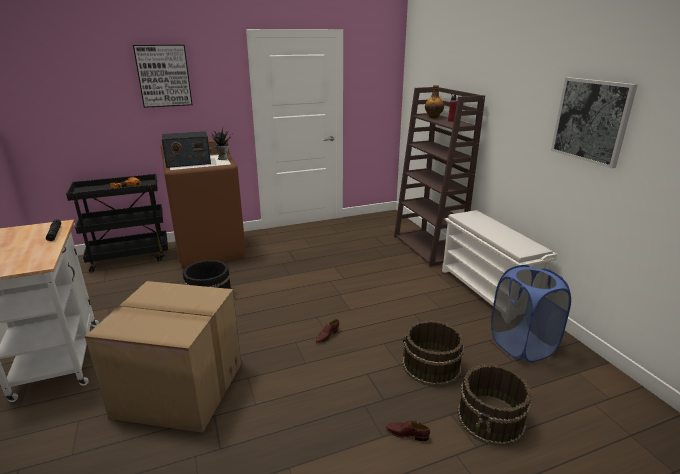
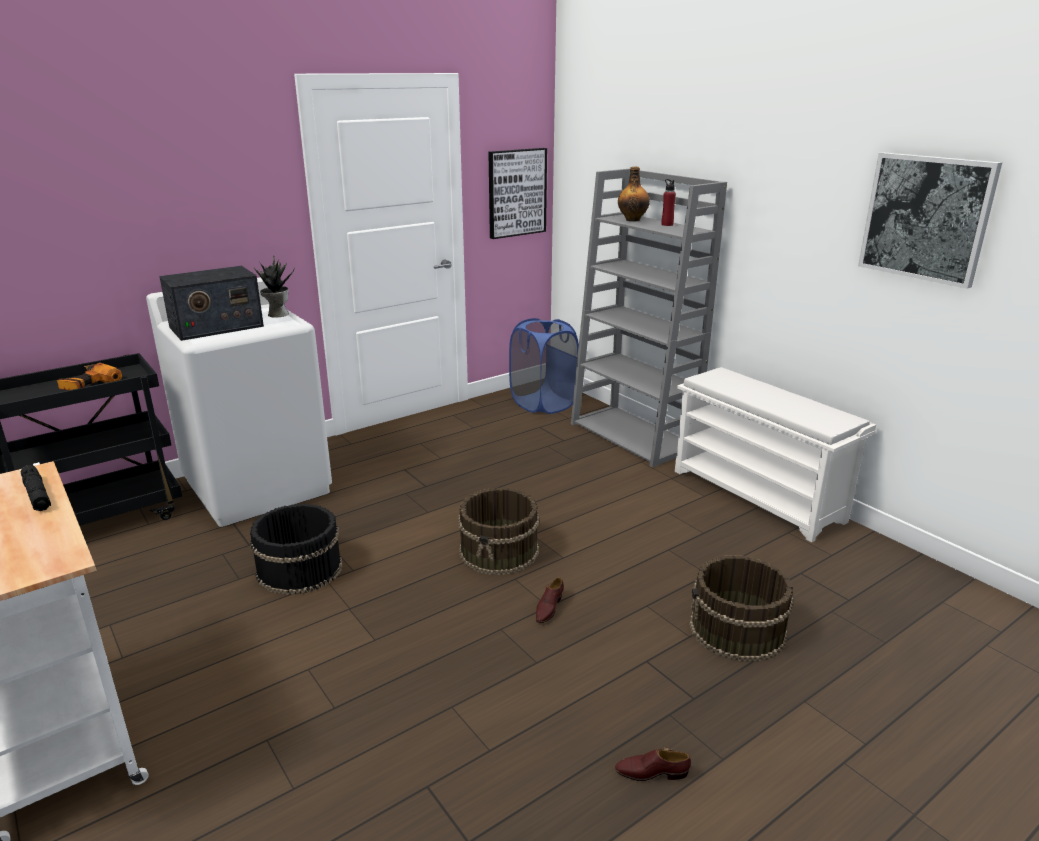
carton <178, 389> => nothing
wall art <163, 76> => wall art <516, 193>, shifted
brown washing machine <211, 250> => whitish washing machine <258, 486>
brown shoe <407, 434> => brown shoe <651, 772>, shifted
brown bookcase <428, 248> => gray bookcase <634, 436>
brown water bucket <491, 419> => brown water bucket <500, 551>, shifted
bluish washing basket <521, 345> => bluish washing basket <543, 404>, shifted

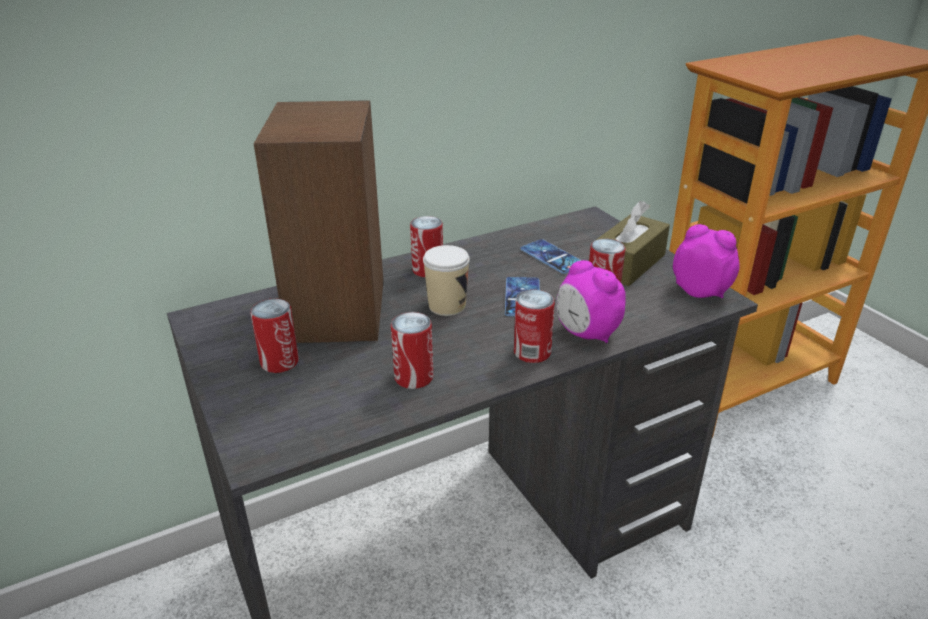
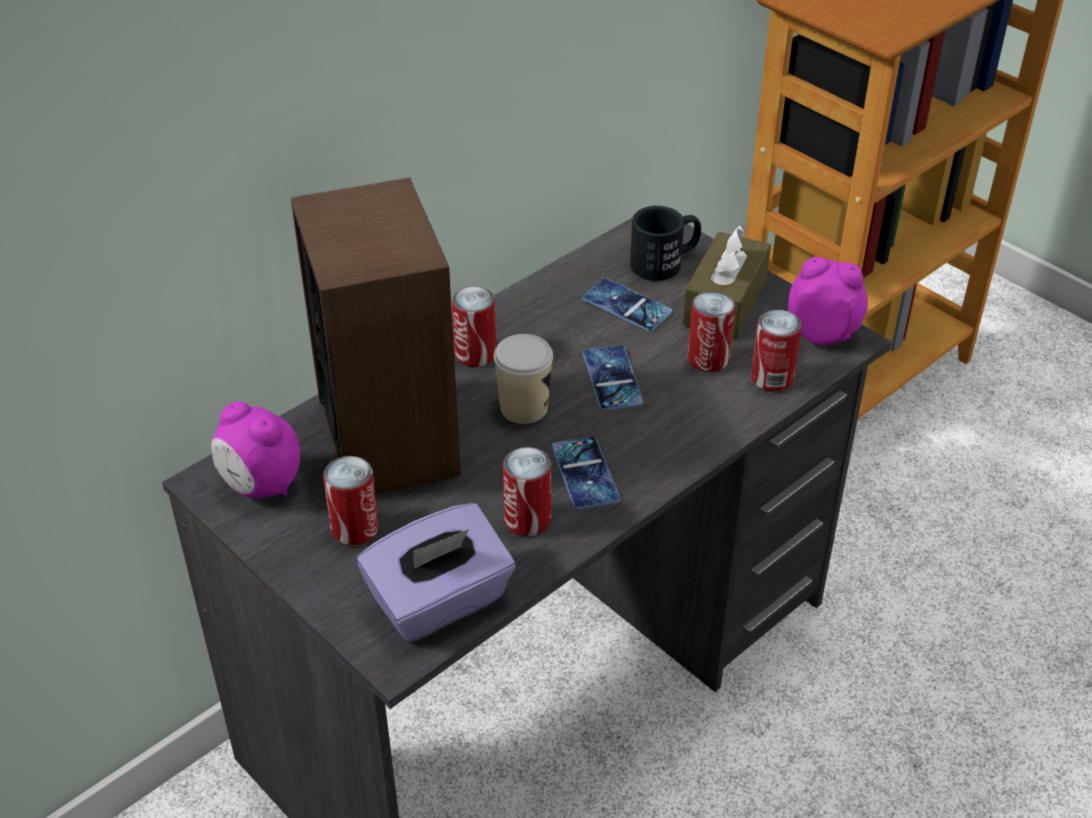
metal can <532, 352> => metal can <772, 378>, shifted
alarm clock <586, 334> => alarm clock <261, 486>, shifted
nothing => purple tissue box <440, 602>
nothing => telephone <585, 473>
nothing => black-coloured mug <665, 262>

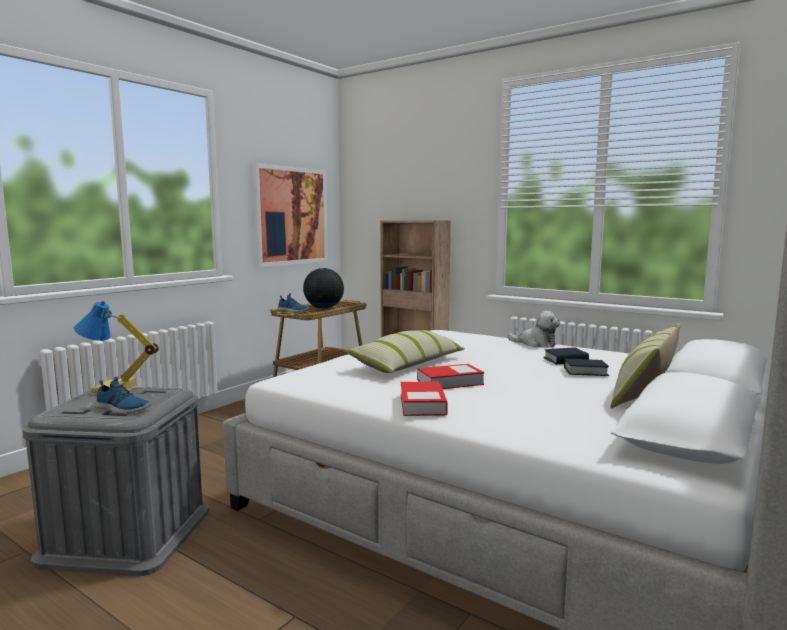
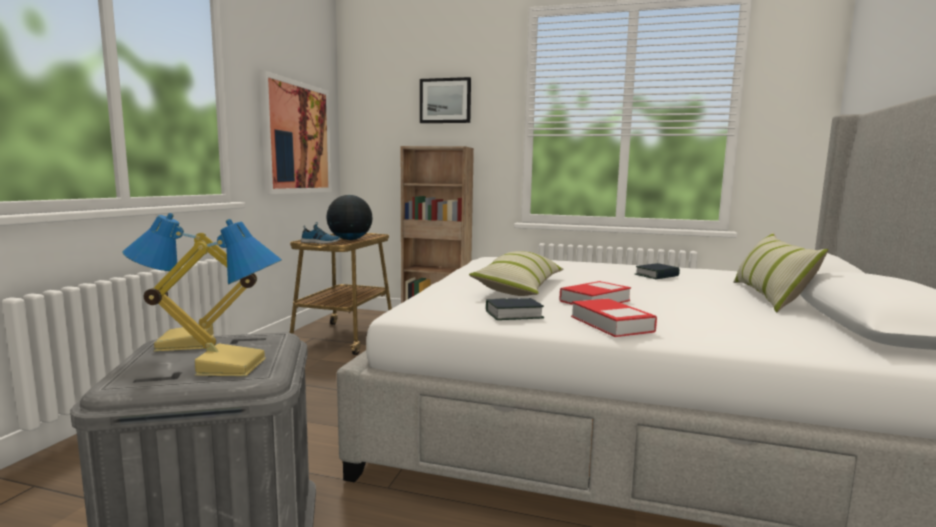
shoe <121, 408> => tabletop lamp <231, 365>
cuddly toy <536, 344> => nothing
volume <585, 372> => volume <513, 315>, shifted
nothing => wall art <445, 101>

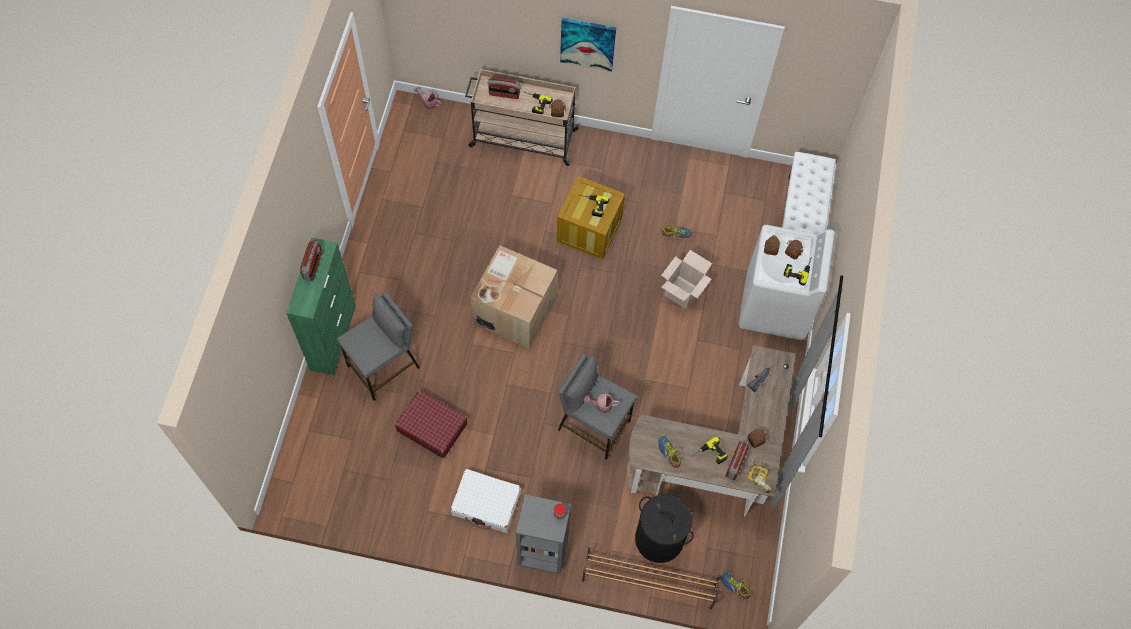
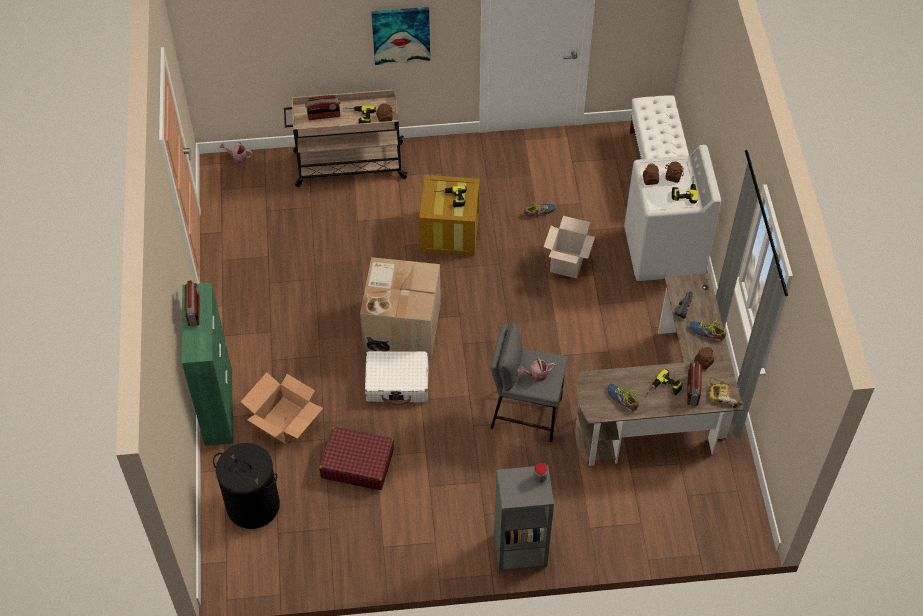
gray stool seat <384, 367> => carton <285, 420>
whitish travel case <486, 504> => whitish travel case <397, 383>, shifted
brown shoe rack <648, 582> => nothing
black-coloured washing basket <659, 538> => black-coloured washing basket <253, 505>, shifted
shoe <734, 586> => shoe <706, 332>, shifted

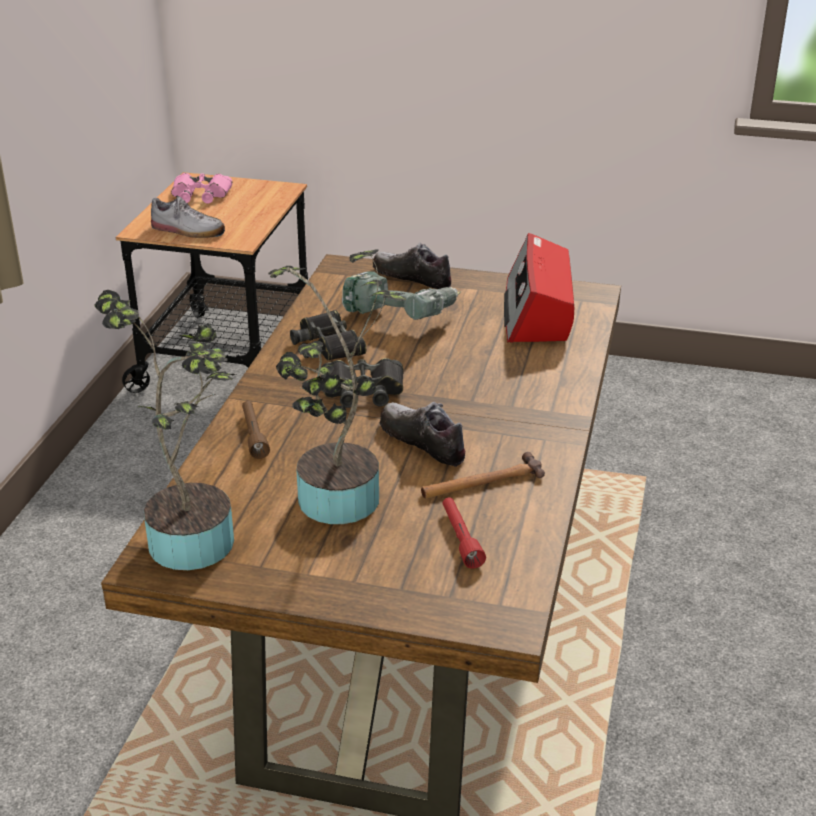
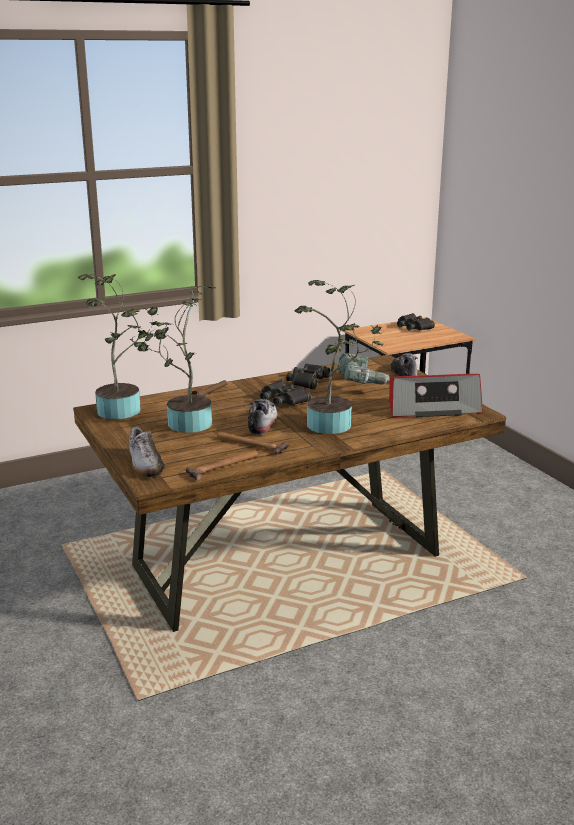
shoe <187, 230> => shoe <145, 463>, shifted
pink field glasses <201, 194> => black-coloured field glasses <414, 327>
red flashlight <460, 538> => nothing
radio <537, 311> => radio <432, 407>, 150 degrees counterclockwise
nothing => hand hammer <224, 466>
nothing => houseplant <334, 425>

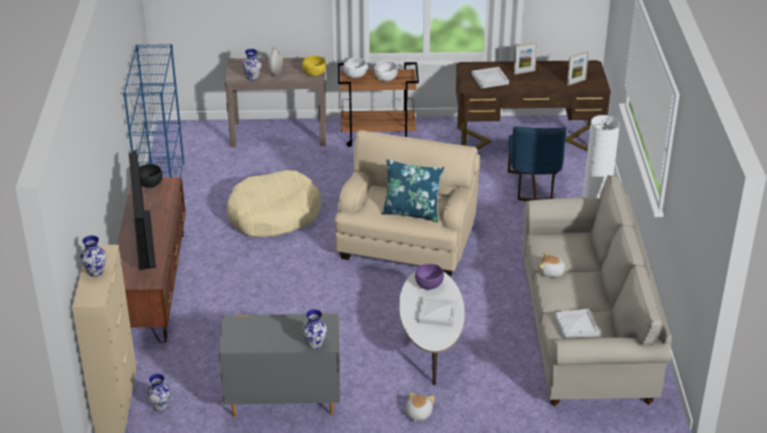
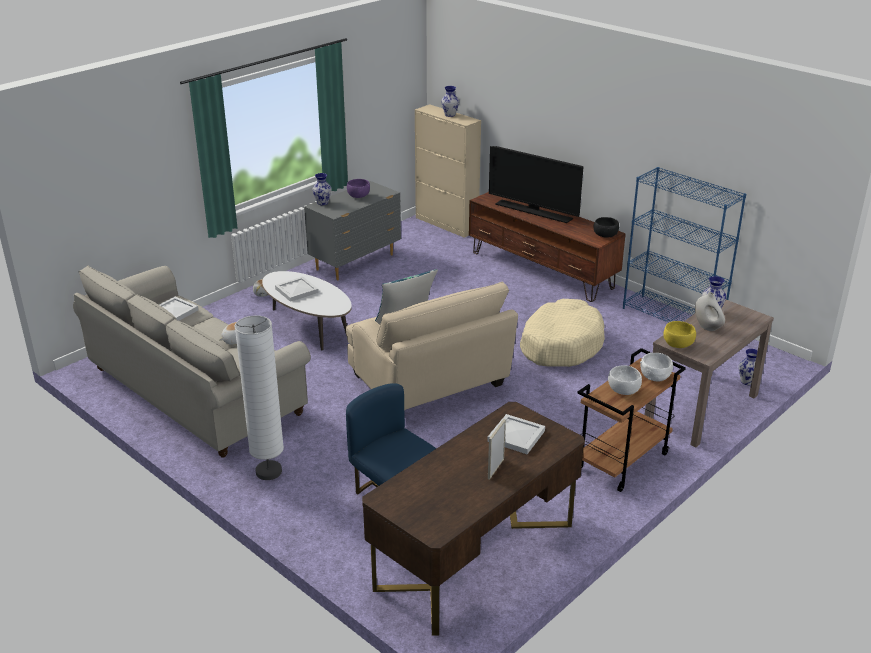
flower vase <160, 406> => flower vase <747, 381>, shifted
purple serving bowl <429, 285> => purple serving bowl <358, 196>, shifted
standing frame <576, 82> => nothing

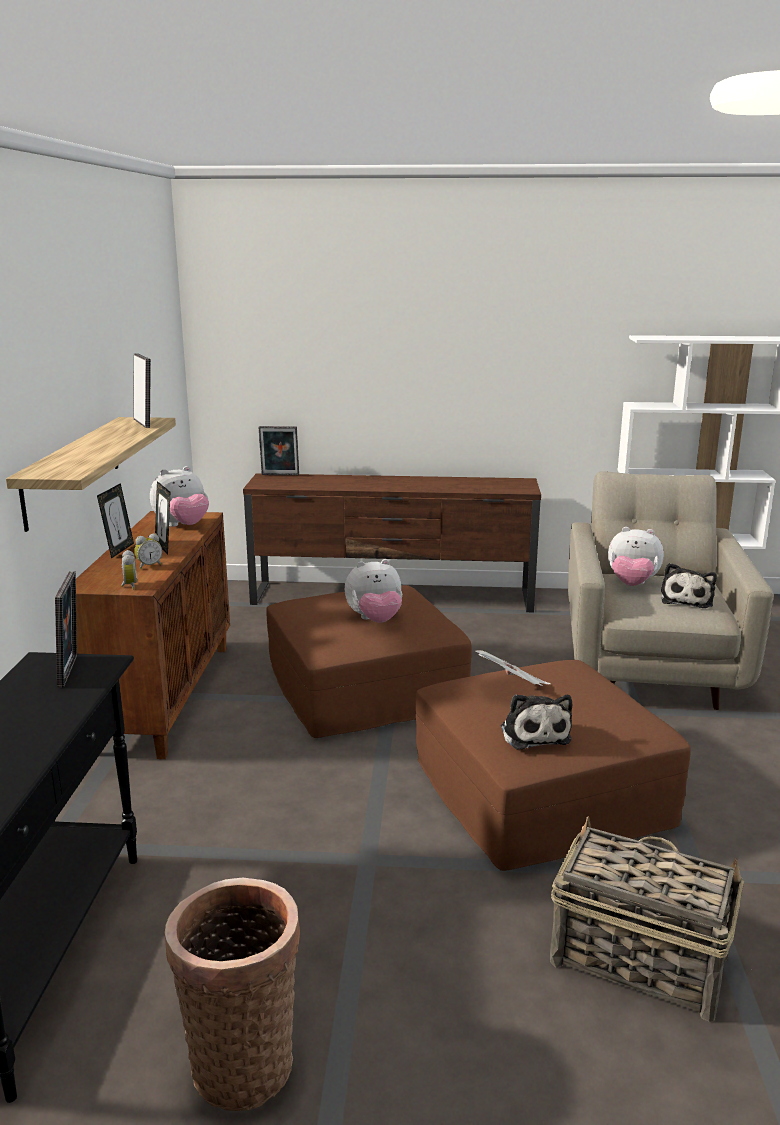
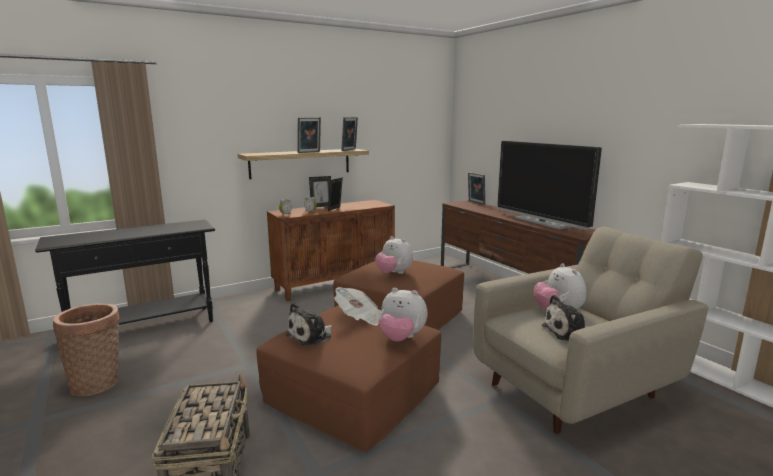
standing frame <72, 671> => standing frame <309, 152>, shifted
cuddly toy <182, 526> => cuddly toy <401, 338>, shifted
nothing => TV <542, 222>

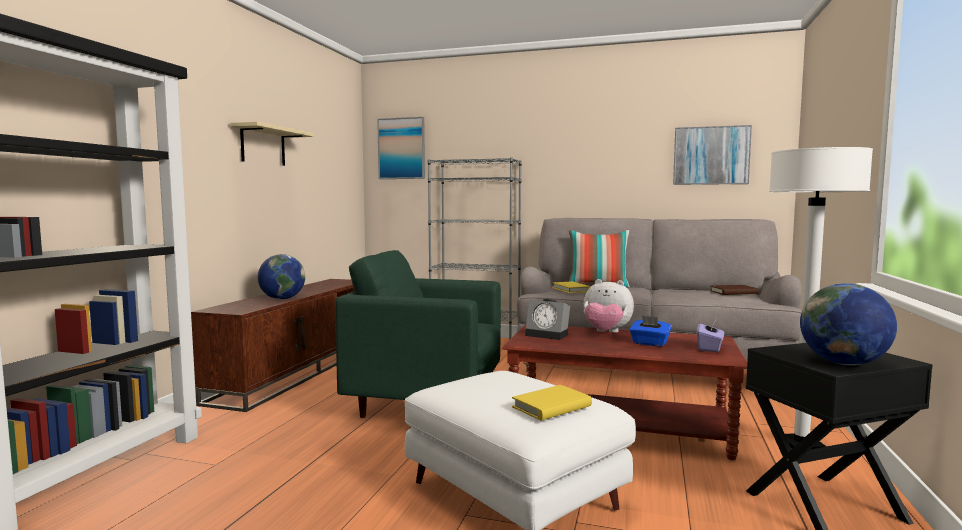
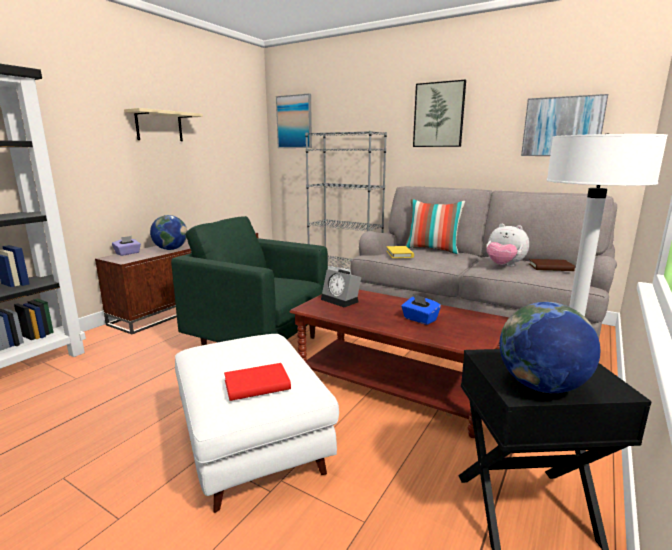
yellow volume <552, 407> => red volume <257, 385>
cuddly toy <606, 333> => cuddly toy <504, 266>, shifted
purple tissue box <709, 348> => purple tissue box <128, 253>, shifted
nothing => wall art <439, 115>

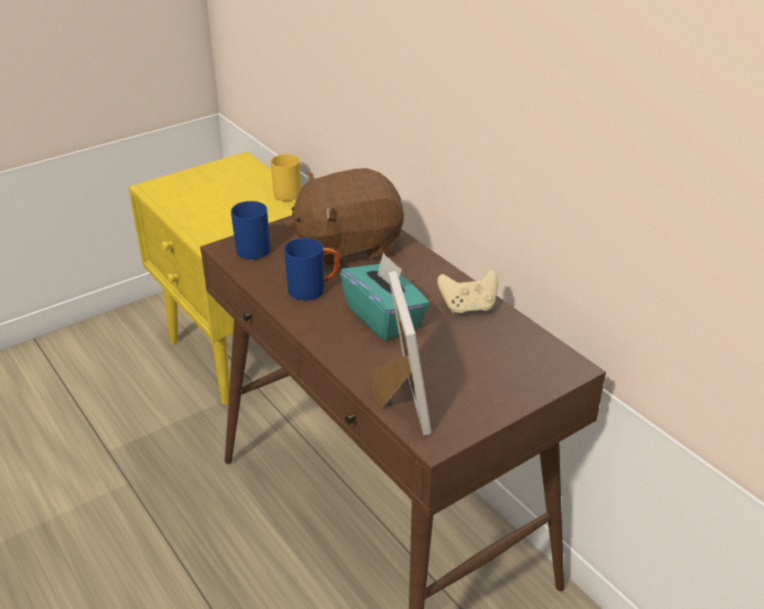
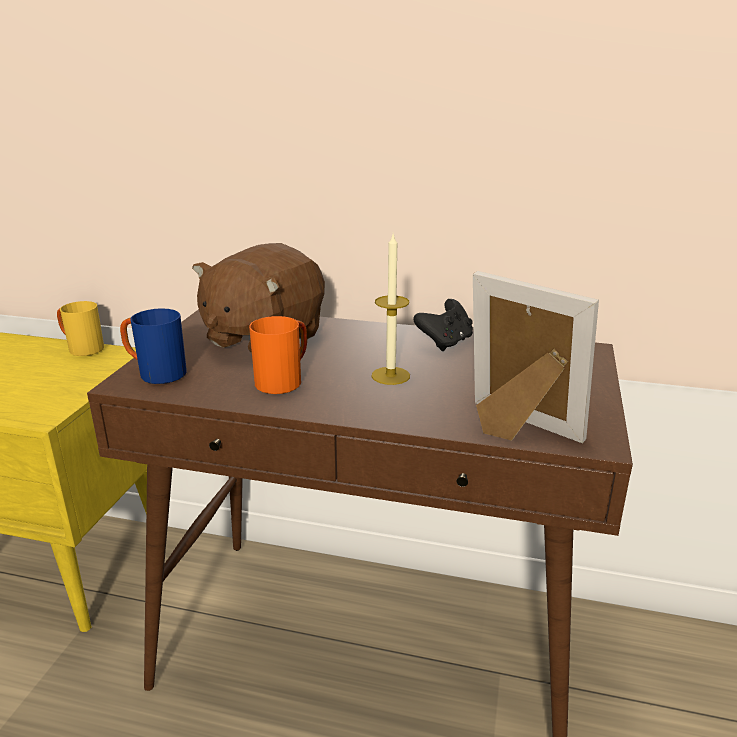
bluish mug <314, 289> => orange-coloured mug <284, 380>
turquoise-coloured tissue box <384, 318> => candle <390, 376>
beige joypad <468, 307> => black-coloured joypad <445, 343>

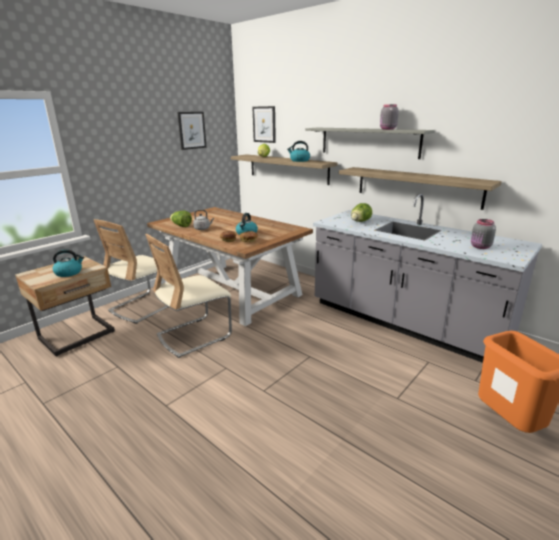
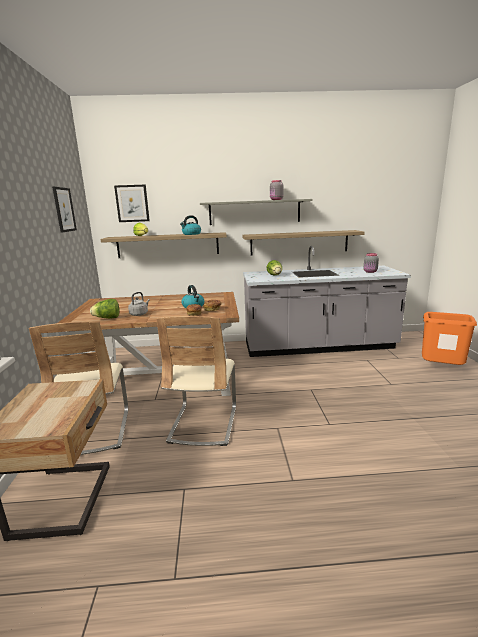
water kettle <69, 272> => nothing

